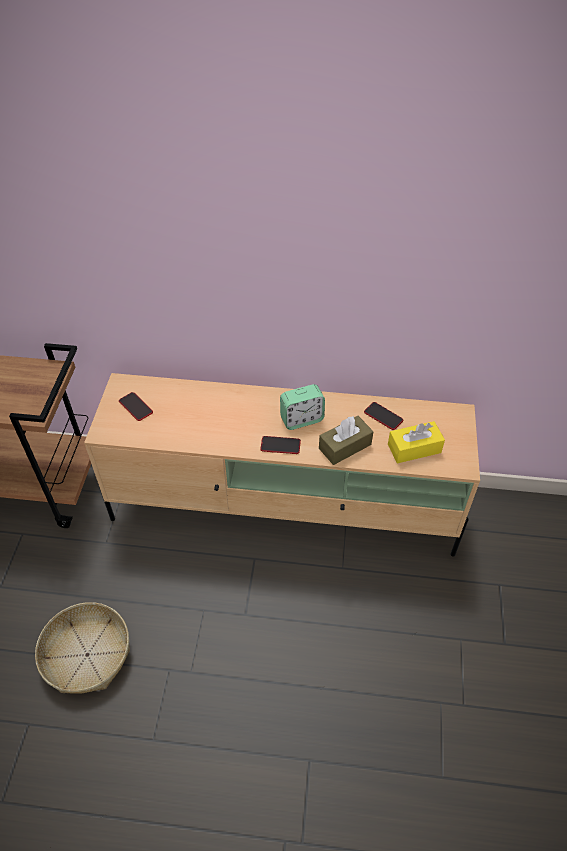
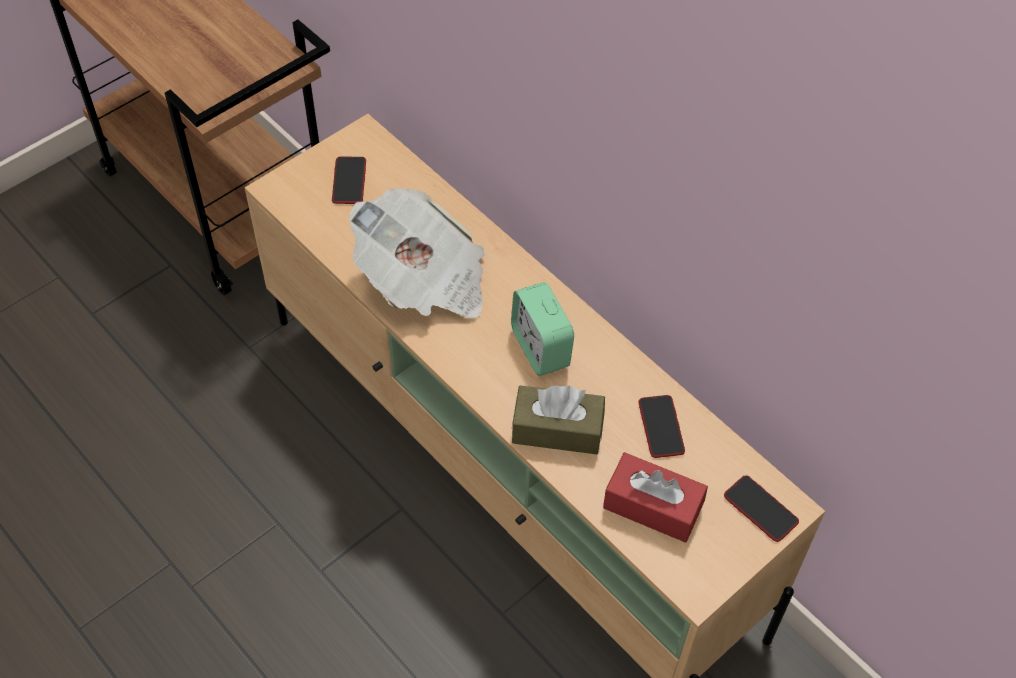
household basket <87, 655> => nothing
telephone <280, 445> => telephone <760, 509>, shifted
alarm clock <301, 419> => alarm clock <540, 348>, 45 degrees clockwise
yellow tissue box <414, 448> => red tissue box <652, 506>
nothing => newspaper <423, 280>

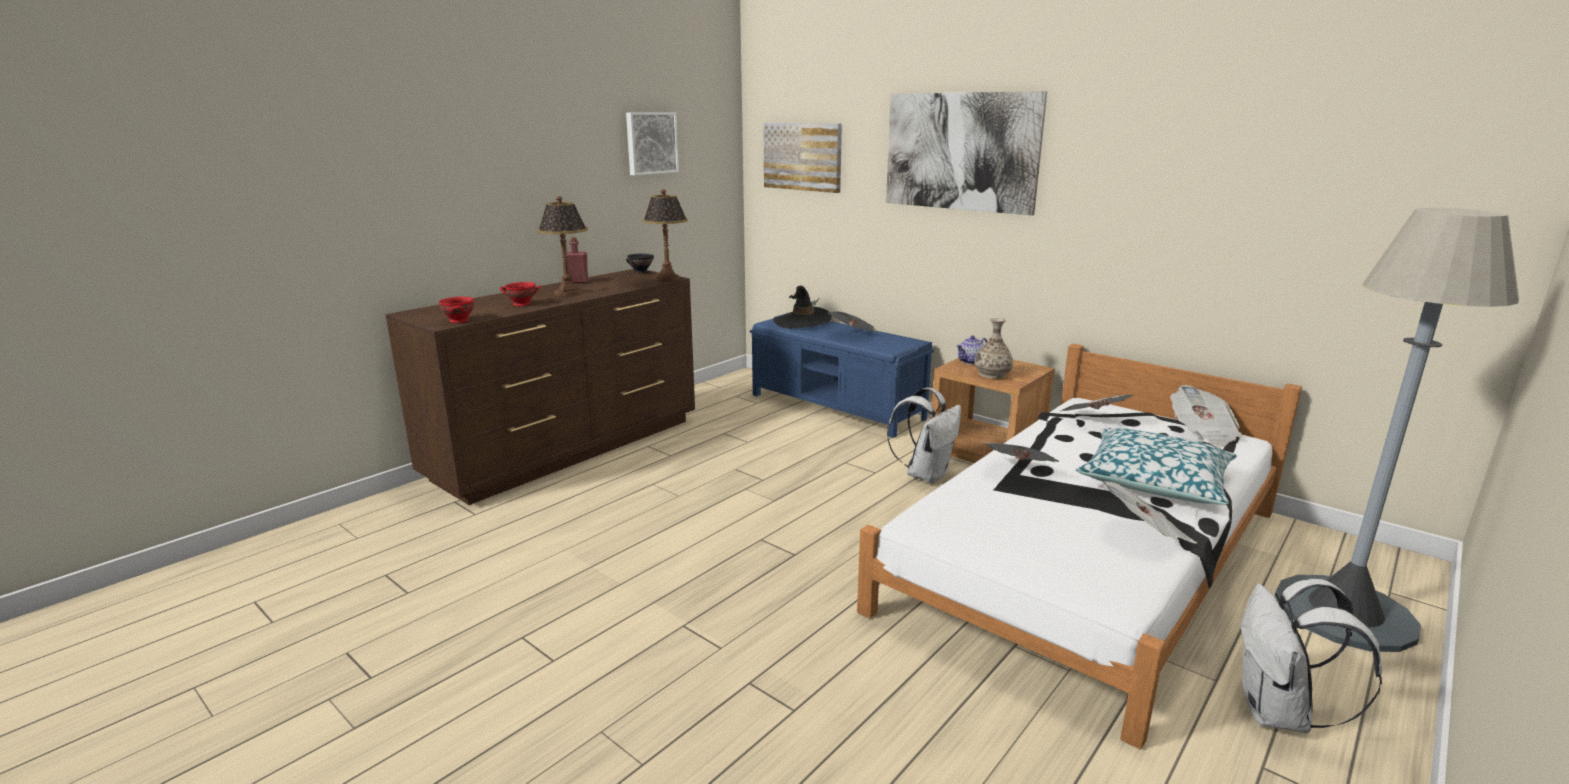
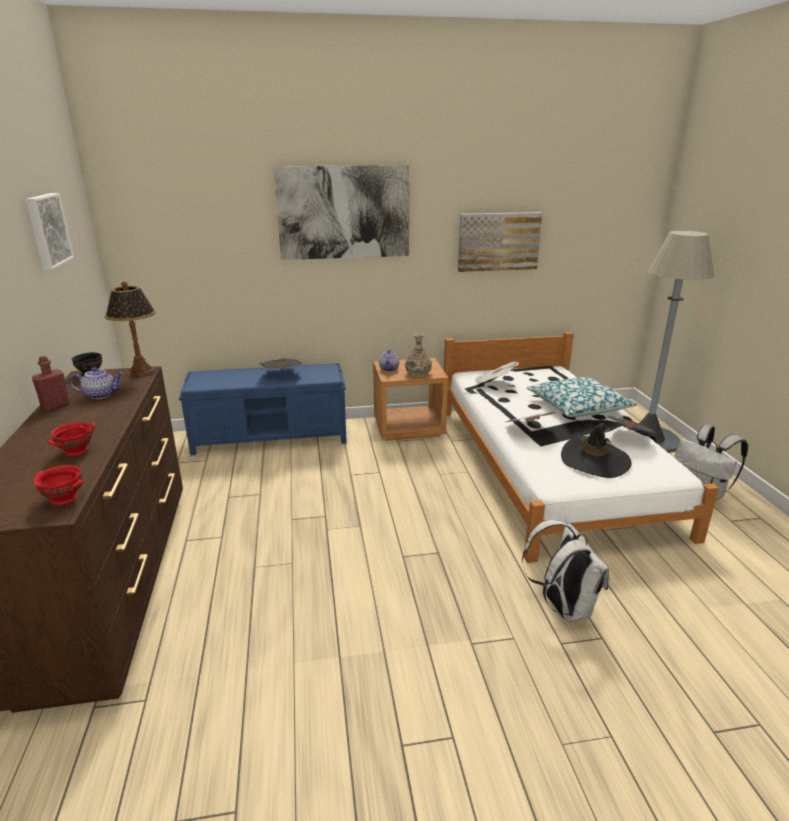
tabletop lamp <568, 292> => nothing
wall art <803, 156> => wall art <498, 241>, shifted
black-coloured hat <802, 322> => black-coloured hat <595, 460>, shifted
whitish backpack <926, 474> => whitish backpack <562, 607>, shifted
newspaper <1202, 433> => nothing
nothing => pot for tea <101, 395>

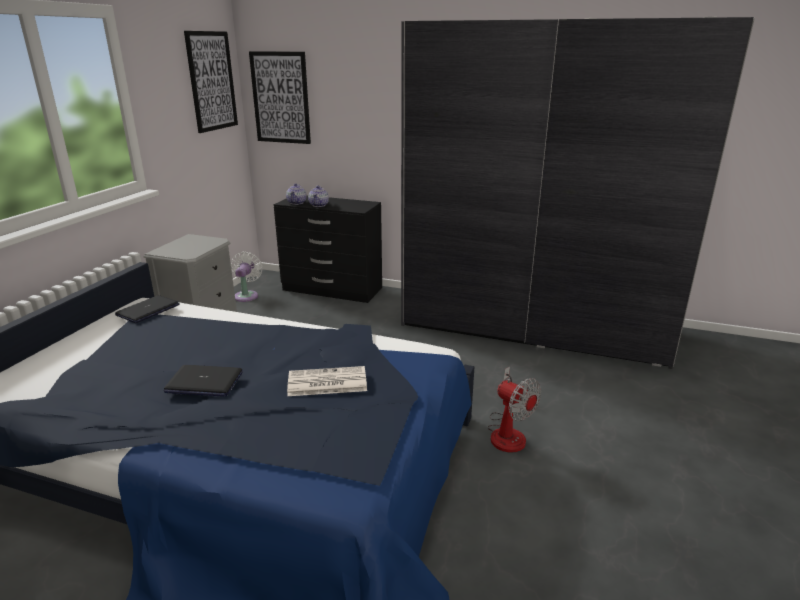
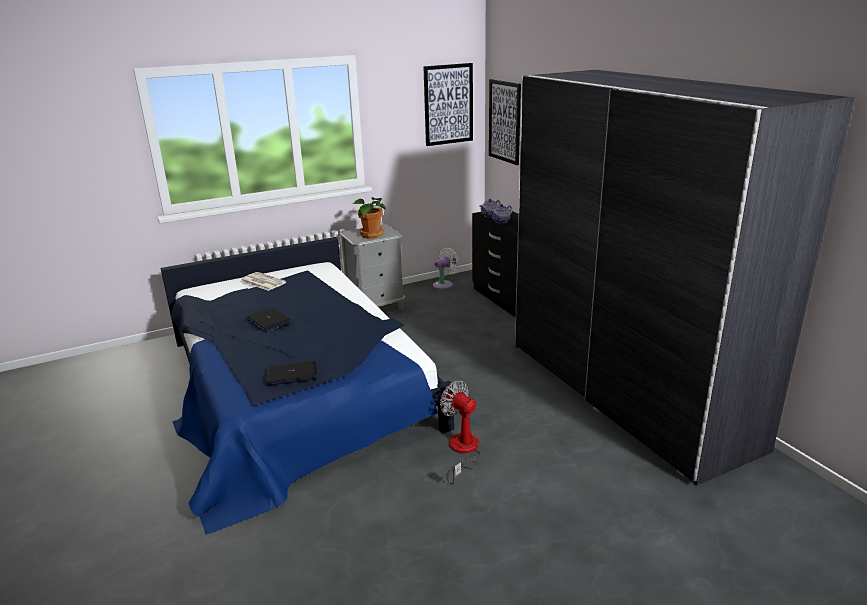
laptop <148, 310> => laptop <292, 374>, shifted
newspaper <326, 382> => newspaper <262, 282>, shifted
fan <508, 432> => fan <462, 451>, 135 degrees clockwise
nothing => houseplant <371, 235>

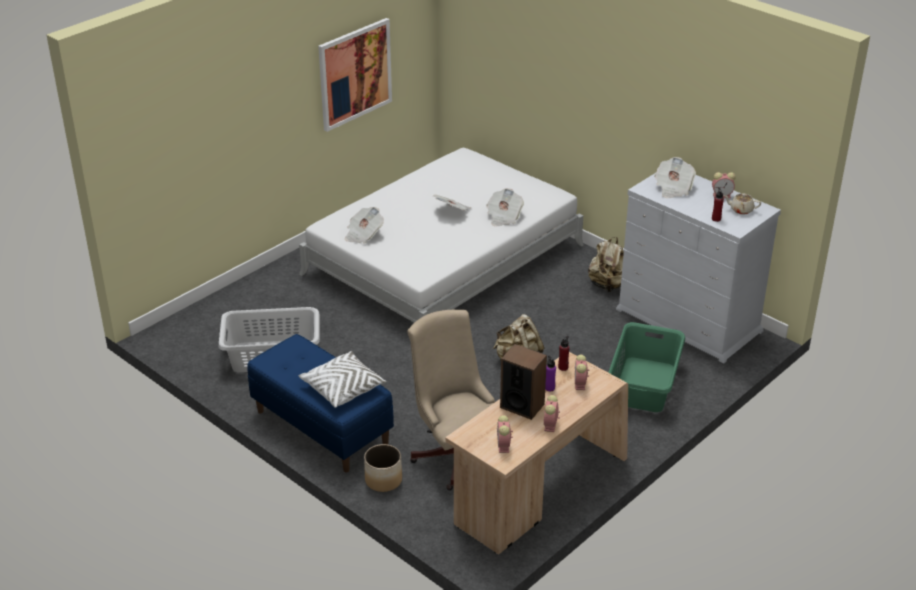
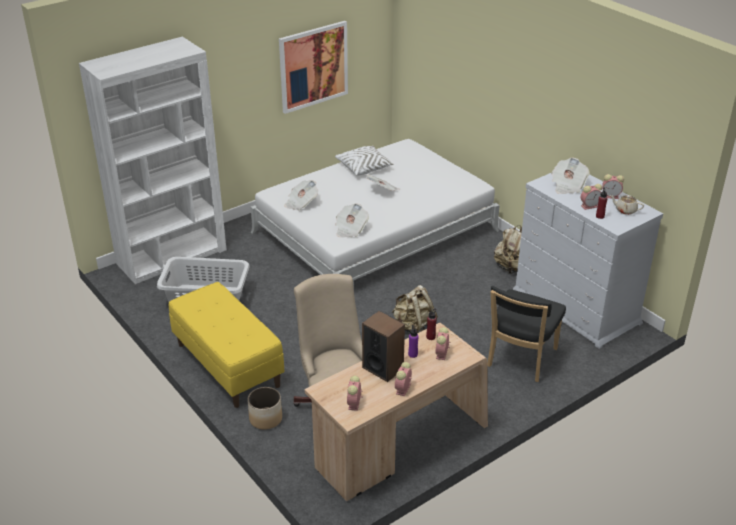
bluish indoor bench <321, 427> => yellow indoor bench <227, 365>
whitish throw pillow <343, 388> => whitish throw pillow <364, 167>, shifted
newspaper <503, 217> => newspaper <350, 229>, shifted
green washing basket <643, 384> => black-coloured plain chair <520, 359>
nothing => whitish bookcase <172, 256>
nothing => alarm clock <590, 206>

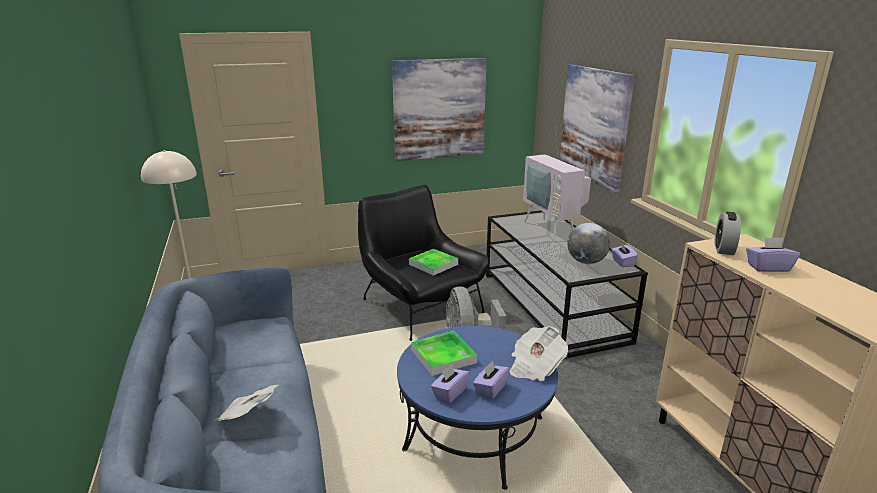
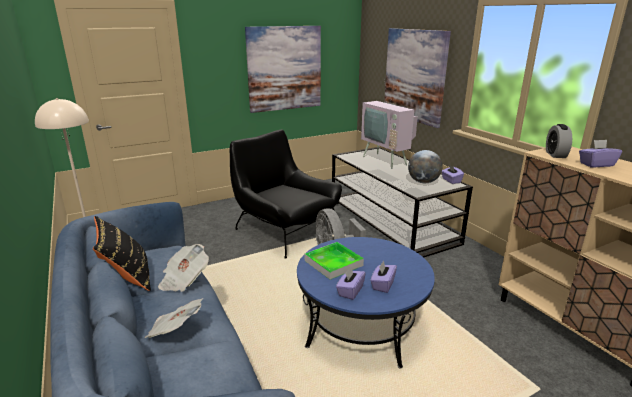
tray <433, 264> => nothing
newspaper <535, 366> => newspaper <184, 280>, shifted
nothing => black-coloured throw pillow <127, 277>

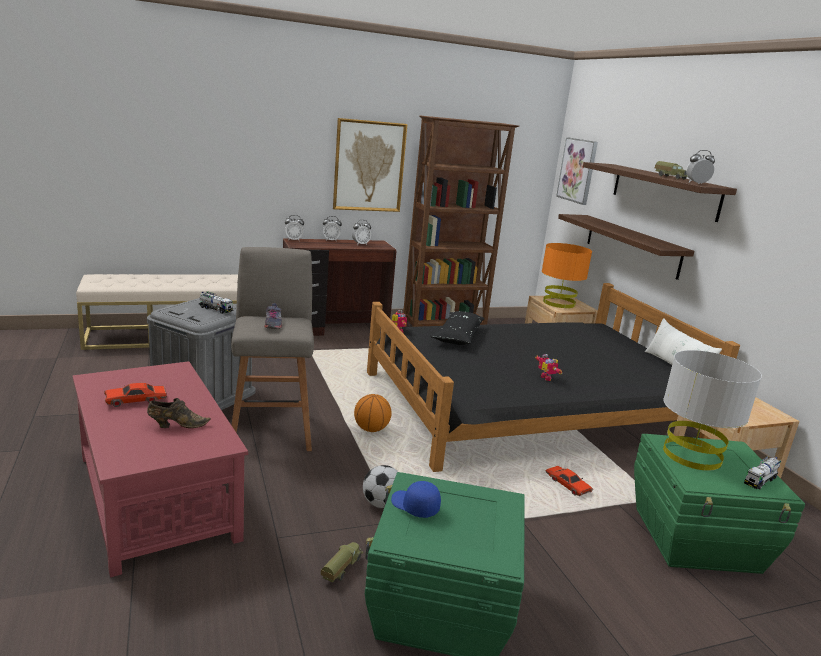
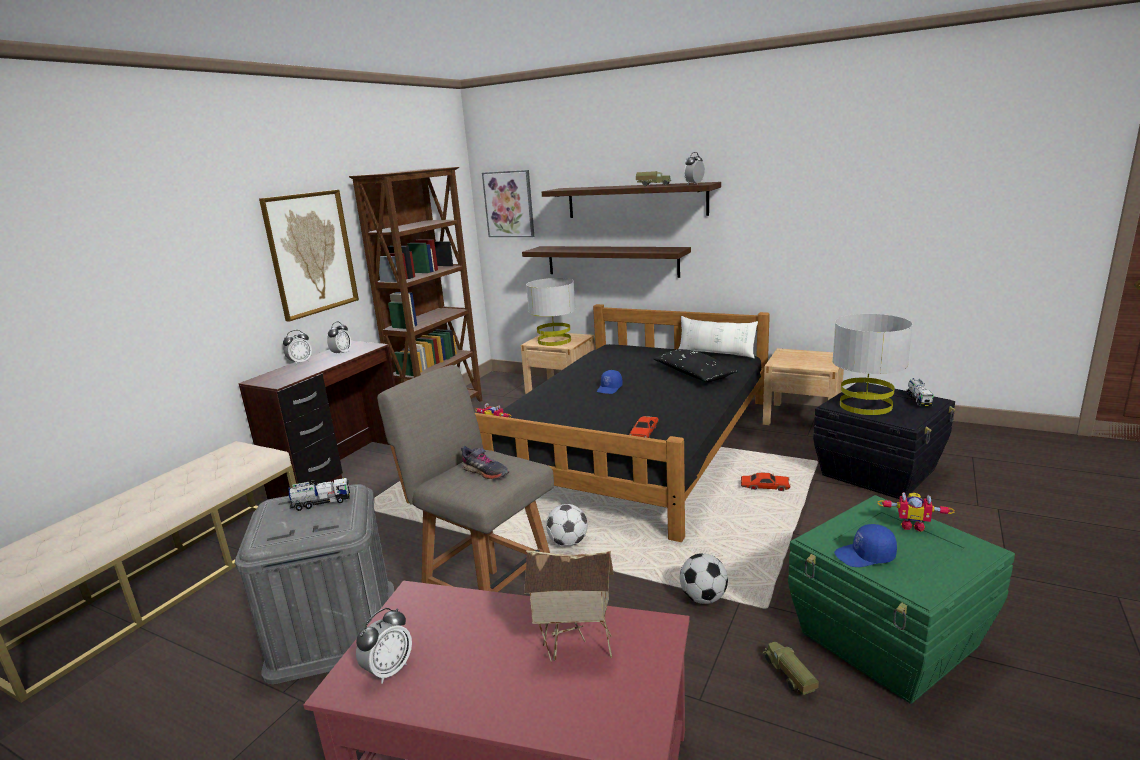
red model car <136, 400> => red model car <644, 433>, shifted
brown shoe <177, 425> => miniature house <575, 650>
alarm clock <293, 240> => alarm clock <388, 670>, shifted
basketball ball <371, 429> => football ball <568, 542>
black-coloured throw pillow <458, 336> => black-coloured throw pillow <693, 374>, shifted
model robot <547, 378> => model robot <912, 525>, shifted
orange-coloured tabletop lamp <558, 303> => gray tabletop lamp <554, 341>
green storage container <697, 540> => black-coloured storage container <879, 472>
nothing => bluish baseball cap <610, 389>

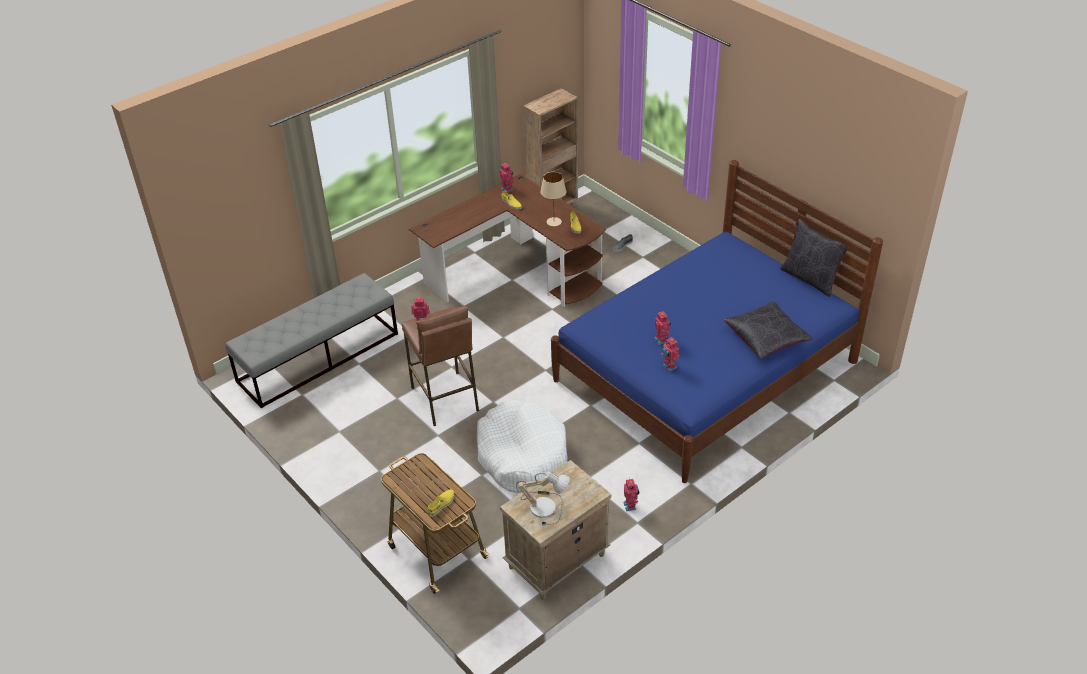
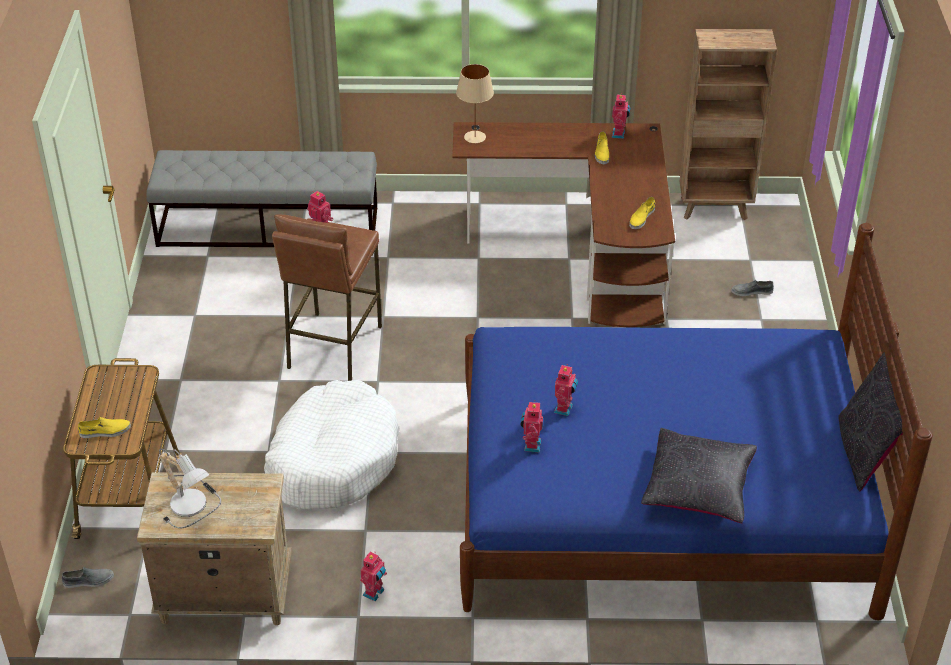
beige tabletop lamp <554, 221> => beige tabletop lamp <475, 137>, shifted
nothing => gray shoe <88, 581>

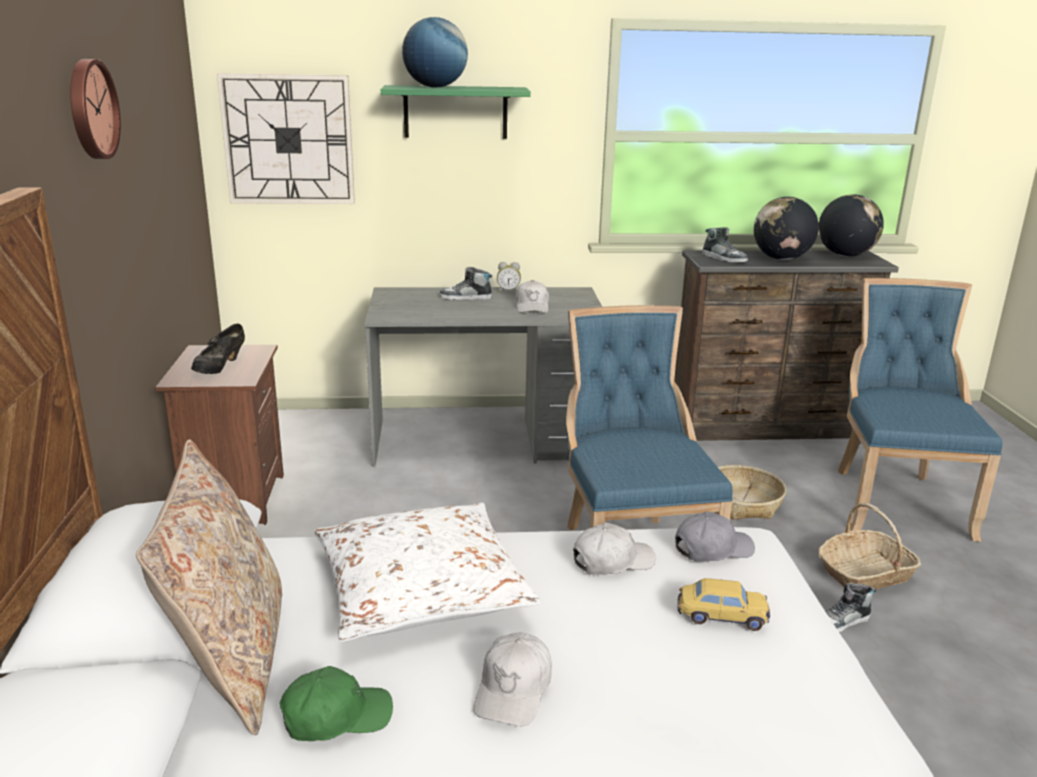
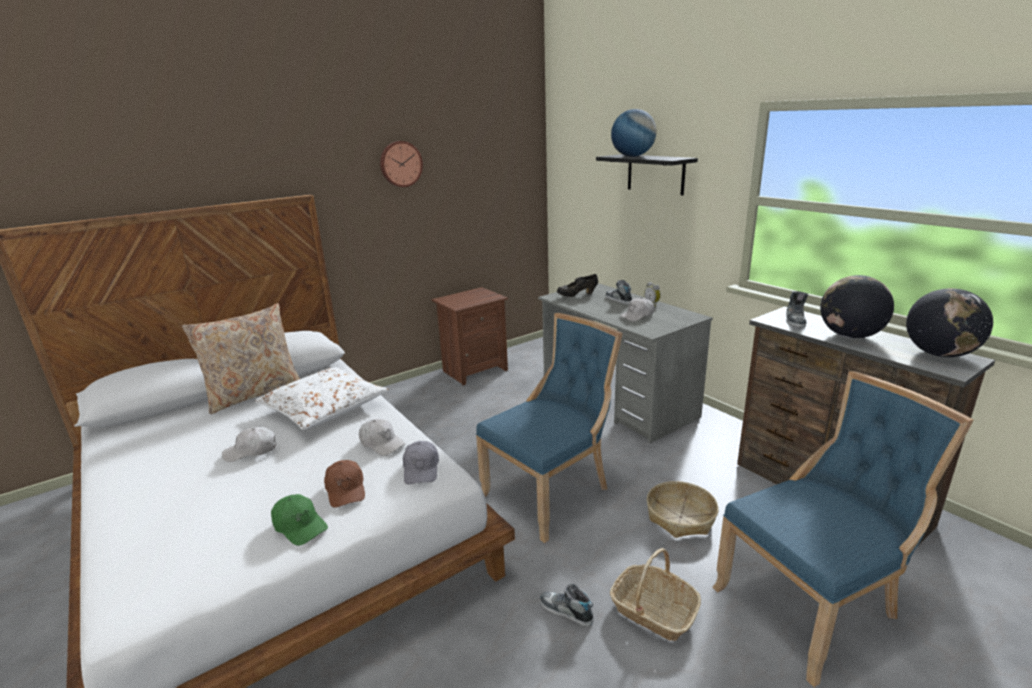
black-coloured shoe <220, 368> => black-coloured shoe <577, 295>, shifted
wall clock <288, 140> => nothing
green baseball cap <336, 717> => green baseball cap <300, 526>, shifted
green bracket shelf <455, 112> => black-coloured bracket shelf <655, 174>
gray baseball cap <712, 549> => gray baseball cap <421, 469>, 45 degrees clockwise
model car <721, 617> => brown baseball cap <346, 490>

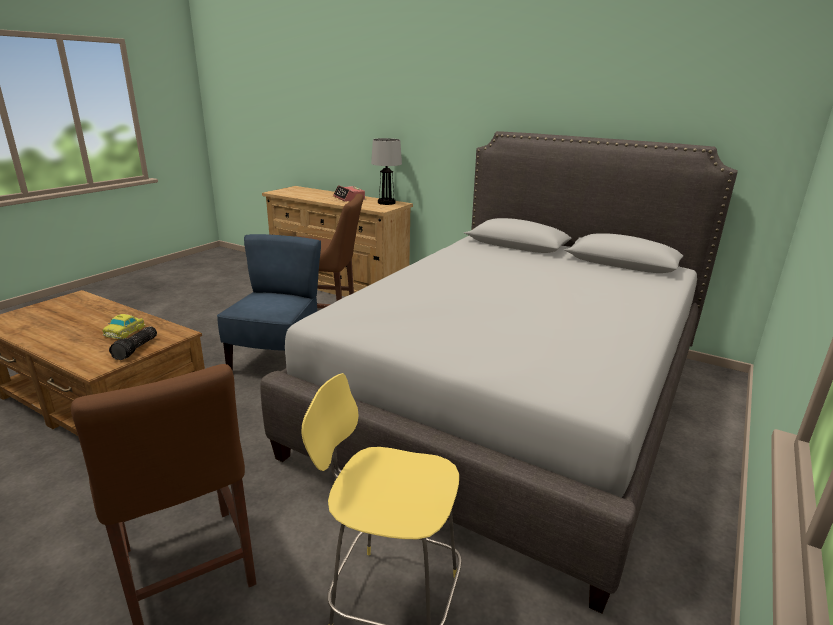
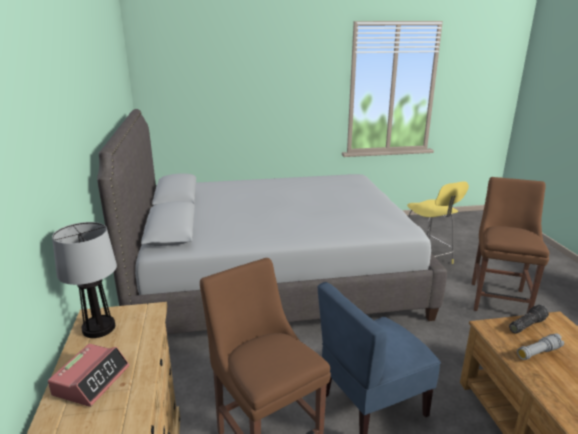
model car <125, 331> => gray flashlight <538, 352>

